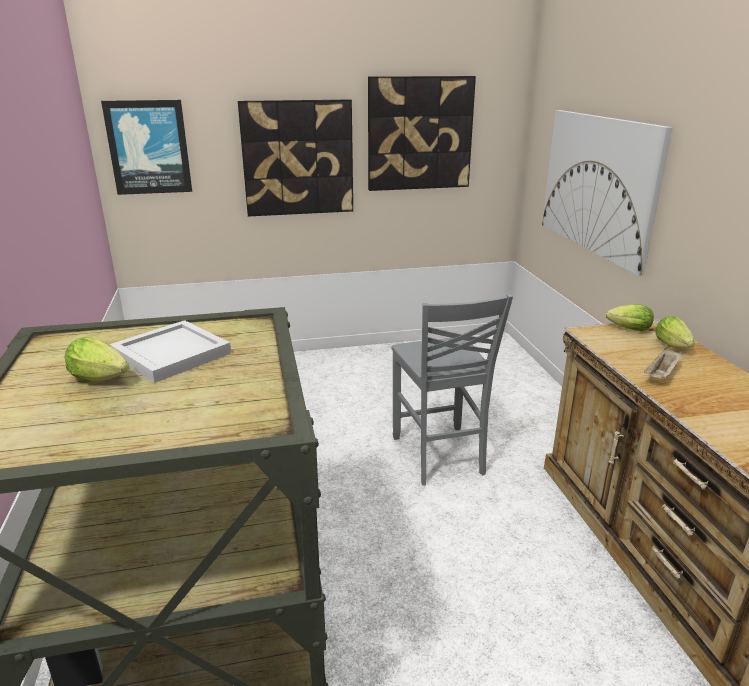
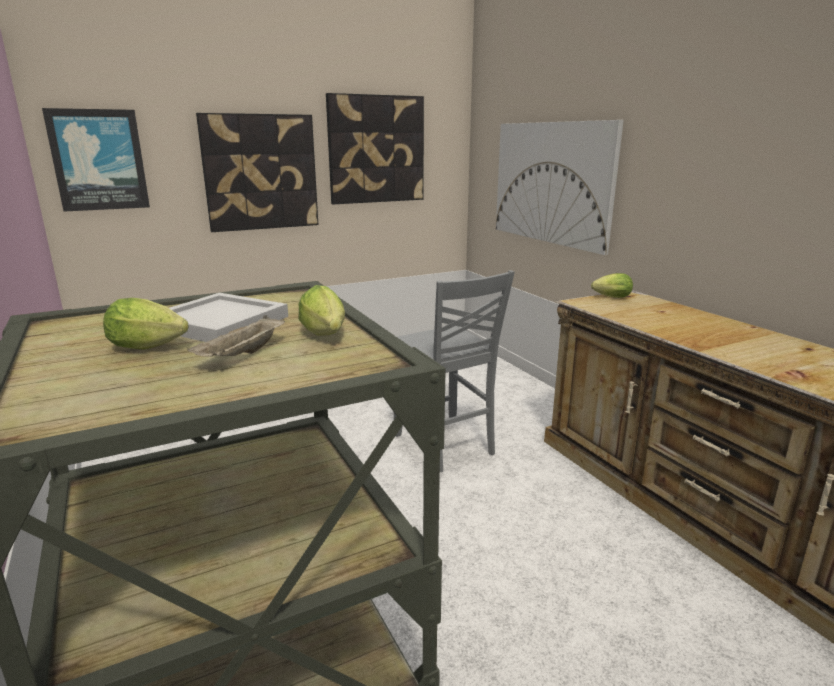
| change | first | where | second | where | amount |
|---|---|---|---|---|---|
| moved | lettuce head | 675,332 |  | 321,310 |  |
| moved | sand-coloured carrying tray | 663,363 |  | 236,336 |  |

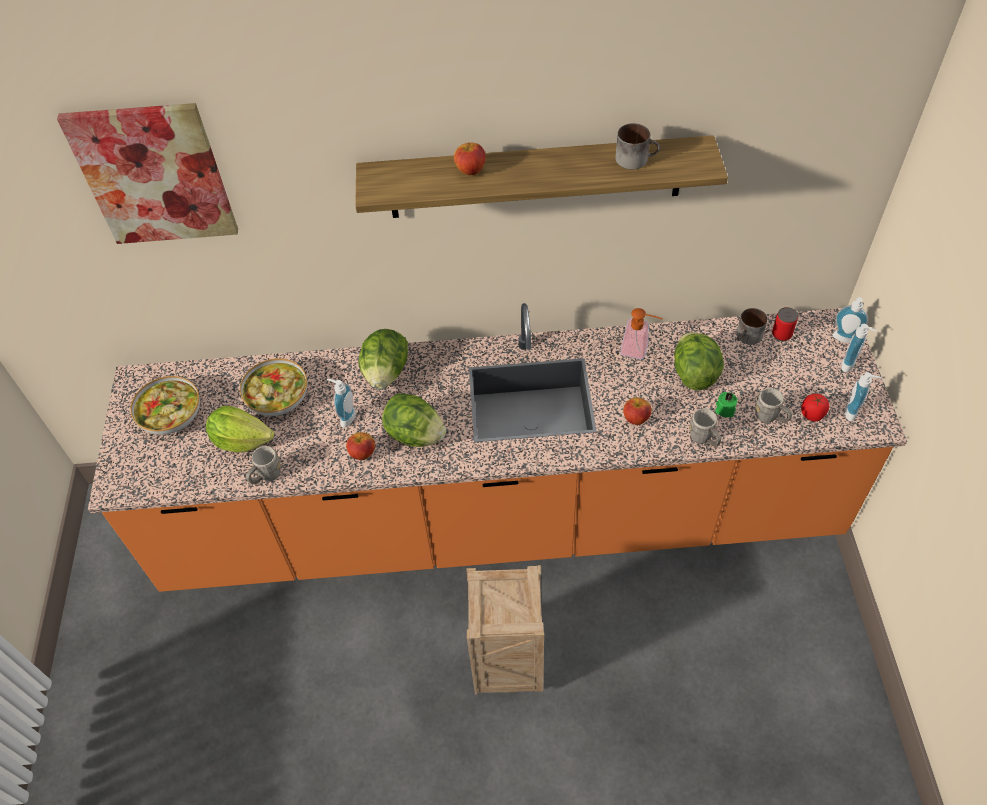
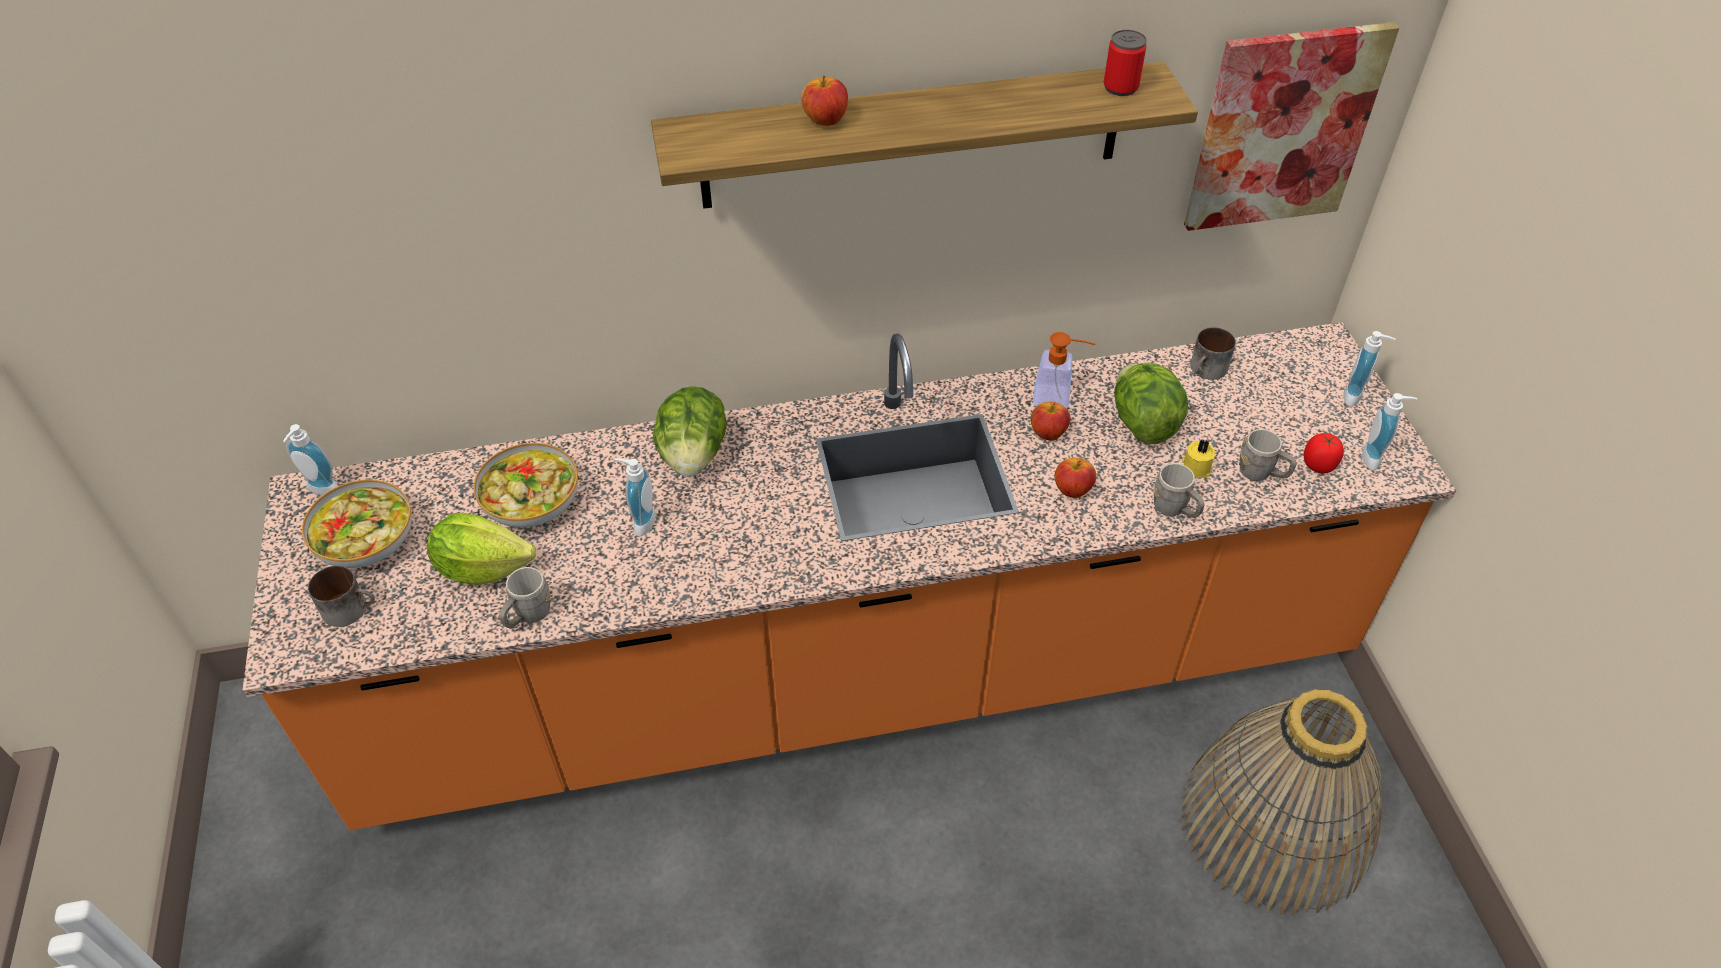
| change | first | where | second | where | amount |
|---|---|---|---|---|---|
| moved | picture | 147,173 |  | 1291,126 |  |
| moved | mug | 637,146 |  | 341,596 |  |
| moved | soap bottle | 850,320 |  | 310,459 |  |
| moved | metal can | 785,324 |  | 1125,63 |  |
| recoloured | greenish wax light | 726,404 | yellowish wax light | 1198,459 |  |
| removed | lettuce head | 414,420 |  |  |  |
| moved | apple fruit | 360,446 |  | 1050,420 |  |
| removed | packing crate | 505,630 |  |  |  |
| added |  |  | storage basket | 1281,802 |  |

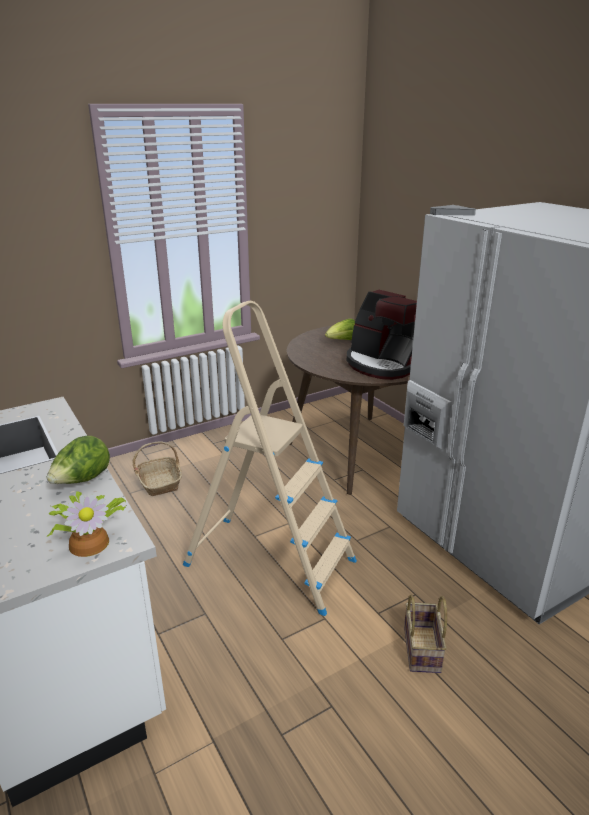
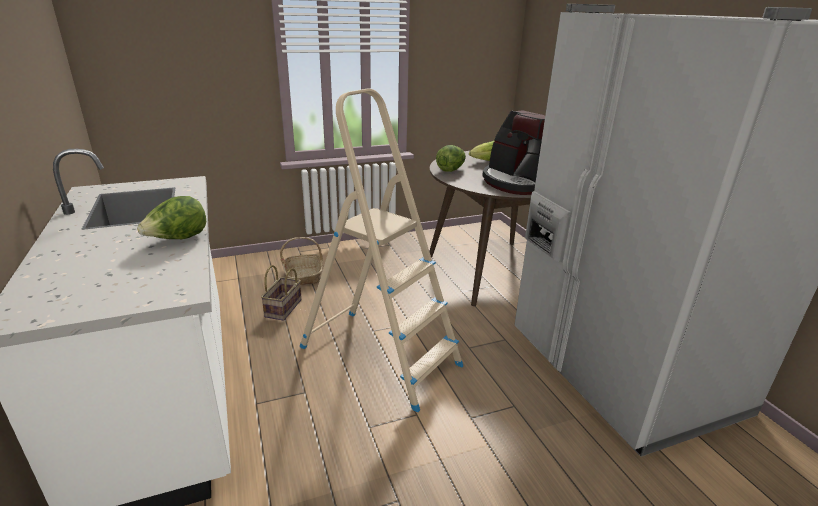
| change | first | where | second | where | amount |
|---|---|---|---|---|---|
| removed | houseplant | 86,524 |  |  |  |
| moved | storage basket | 425,634 |  | 281,293 |  |
| added |  |  | lettuce head | 451,158 |  |

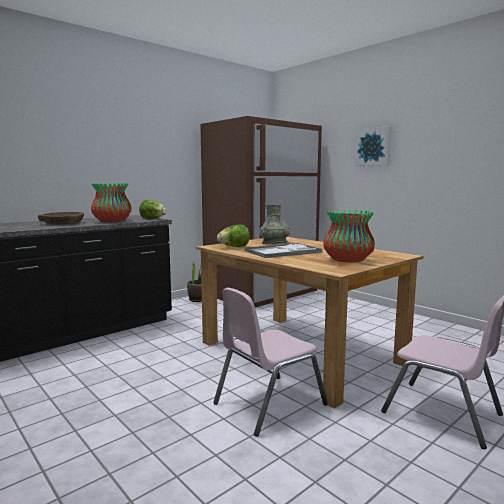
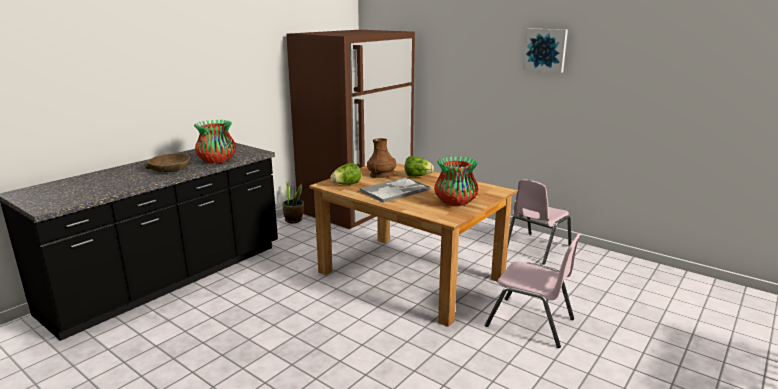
| change | first | where | second | where | amount |
|---|---|---|---|---|---|
| moved | picture | 373,146 |  | 545,50 |  |
| moved | lettuce head | 153,210 |  | 419,166 |  |
| recoloured | greyish flower vase | 274,224 | brown flower vase | 381,158 |  |
| moved | pink-coloured chair | 270,362 |  | 540,222 |  |

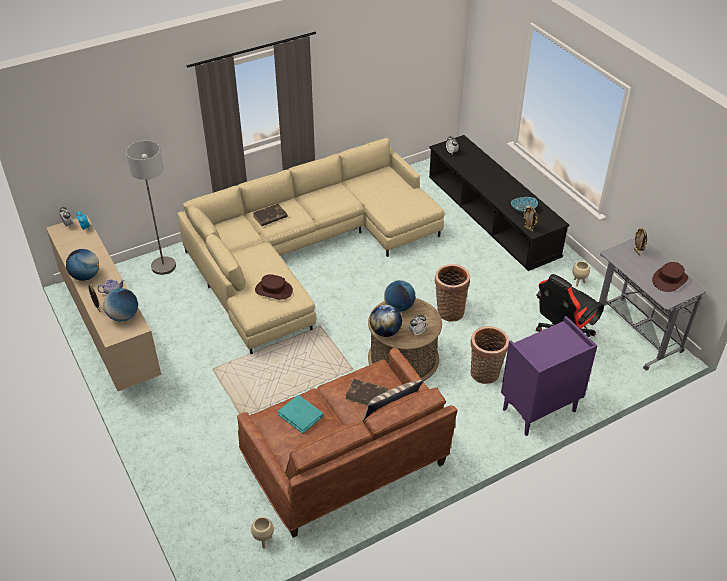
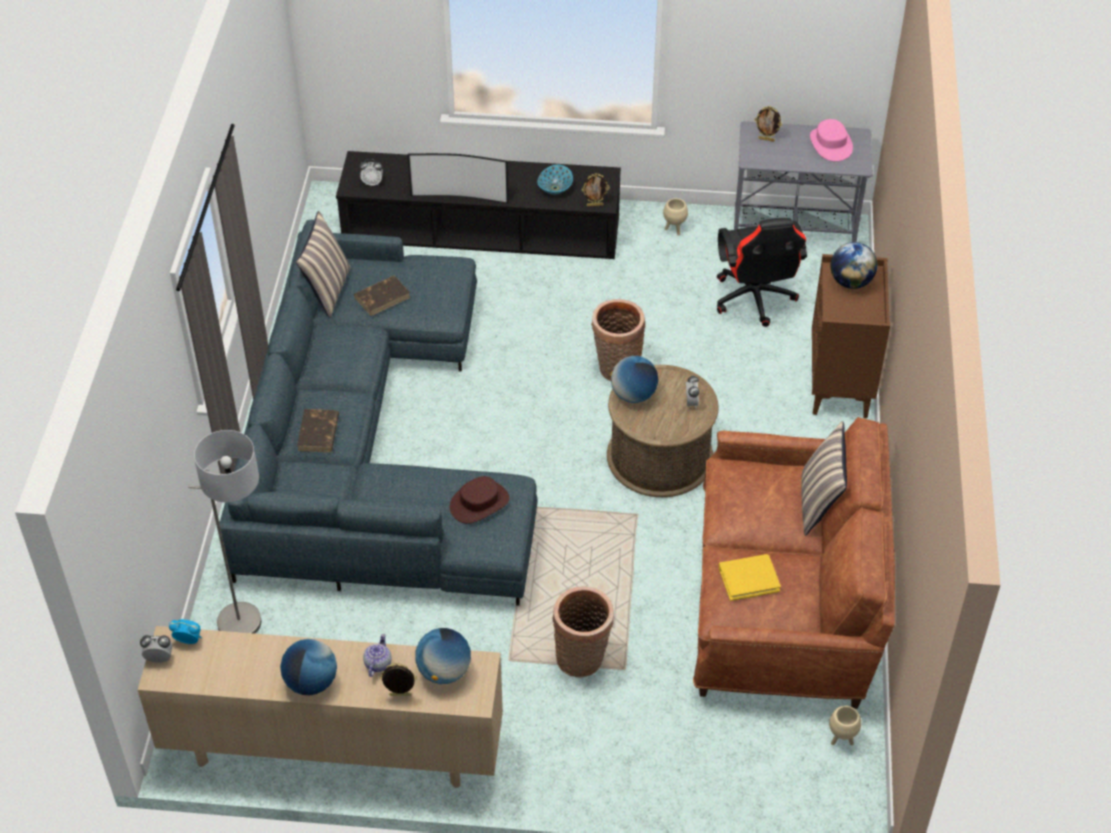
| change | first | where | second | where | amount |
|---|---|---|---|---|---|
| recoloured | sand-coloured sofa | 311,246 | blue sofa | 378,412 |  |
| recoloured | brown clothing hat | 670,277 | pink-coloured clothing hat | 831,140 |  |
| moved | desk globe | 386,321 |  | 853,265 |  |
| recoloured | purplish storage cabinet | 549,376 | brown storage cabinet | 851,336 |  |
| moved | storage basket | 489,355 |  | 583,631 |  |
| moved | brown bound book | 366,392 |  | 382,295 |  |
| recoloured | turquoise bound book | 300,414 | yellowish bound book | 750,577 |  |
| added |  |  | television | 458,178 |  |
| added |  |  | pillow | 323,264 |  |

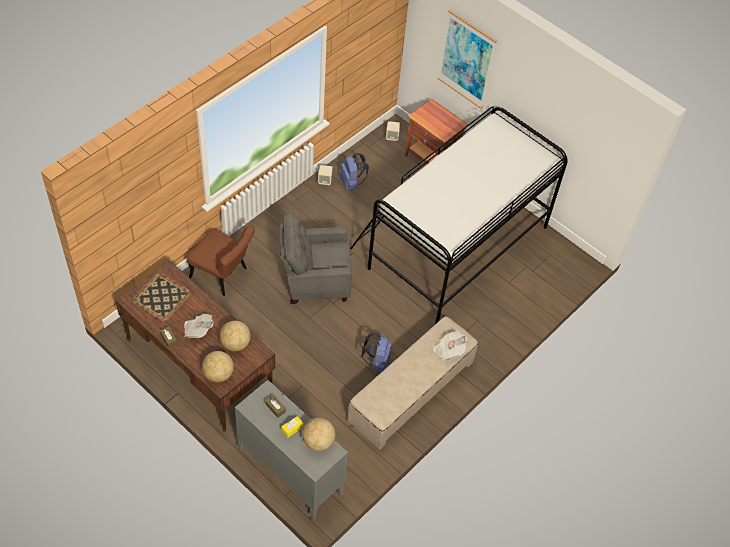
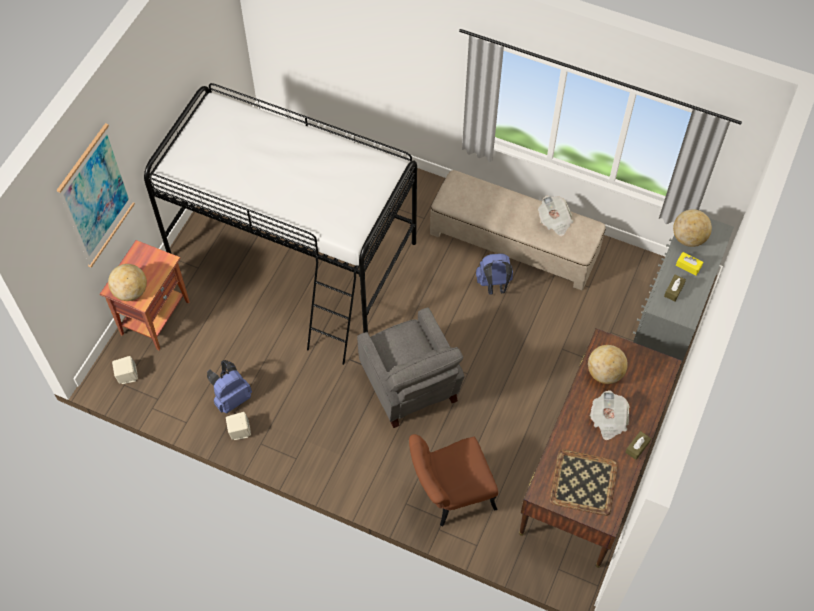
| change | first | where | second | where | amount |
|---|---|---|---|---|---|
| turned | brown chair | 221,260 |  | 453,480 | 120 degrees counterclockwise |
| moved | printed paper | 450,346 |  | 556,215 |  |
| moved | desk globe | 218,366 |  | 127,282 |  |

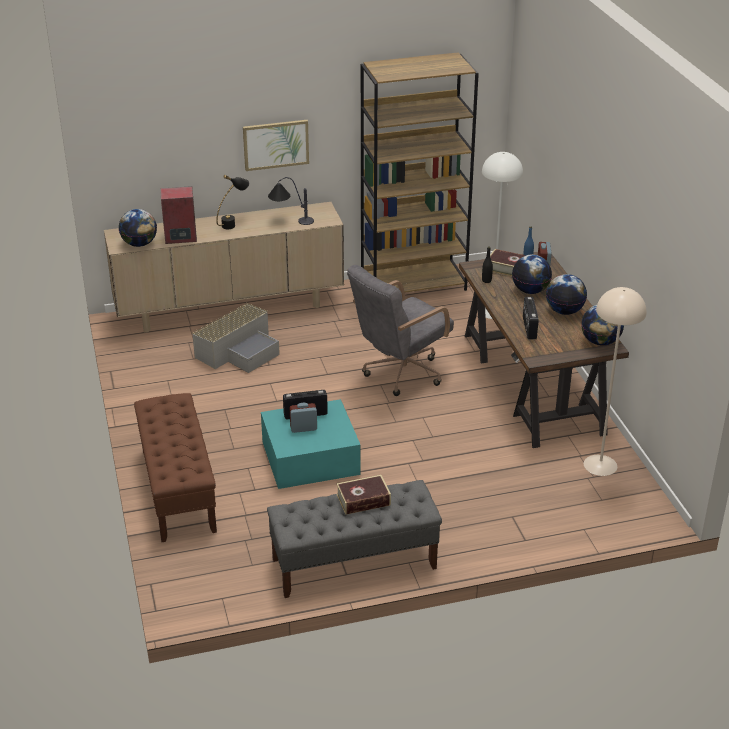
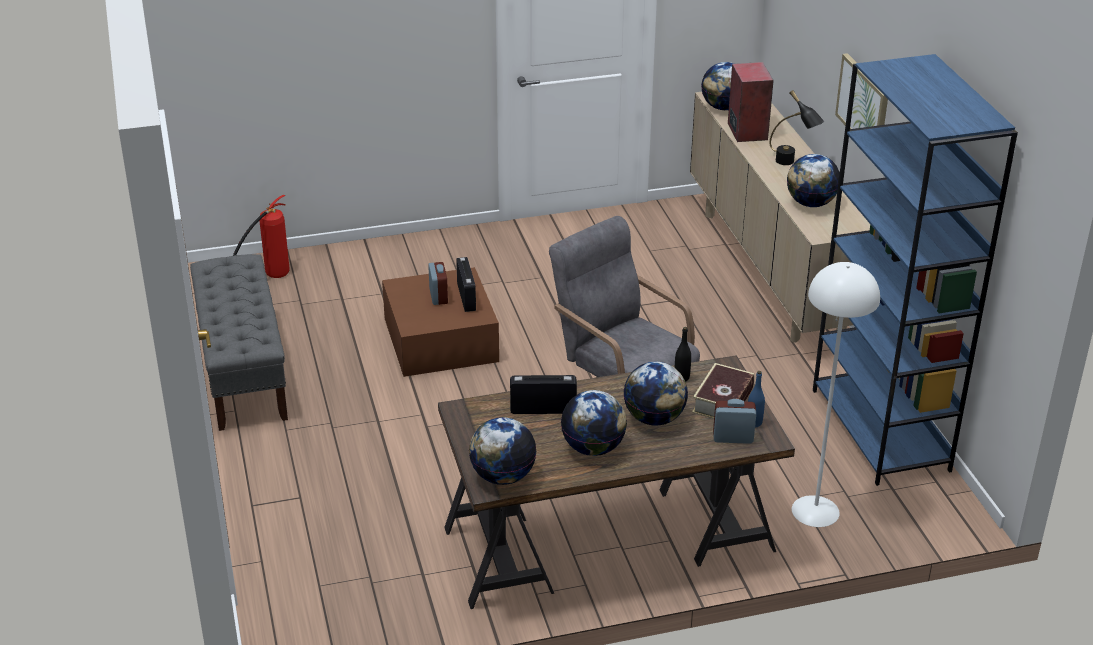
| change | first | where | second | where | amount |
|---|---|---|---|---|---|
| recoloured | brown bookshelf | 420,173 | blue bookshelf | 915,270 |  |
| replaced | lamp for a table | 291,201 | desk globe | 813,180 |  |
| removed | sand-coloured standing lamp | 615,381 |  |  |  |
| removed | greyish storage container | 236,338 |  |  |  |
| removed | brown indoor bench | 175,467 |  |  |  |
| recoloured | turquoise storage container | 311,444 | brown storage container | 440,322 |  |
| removed | bound book | 364,495 |  |  |  |
| added |  |  | extinguisher | 261,236 |  |

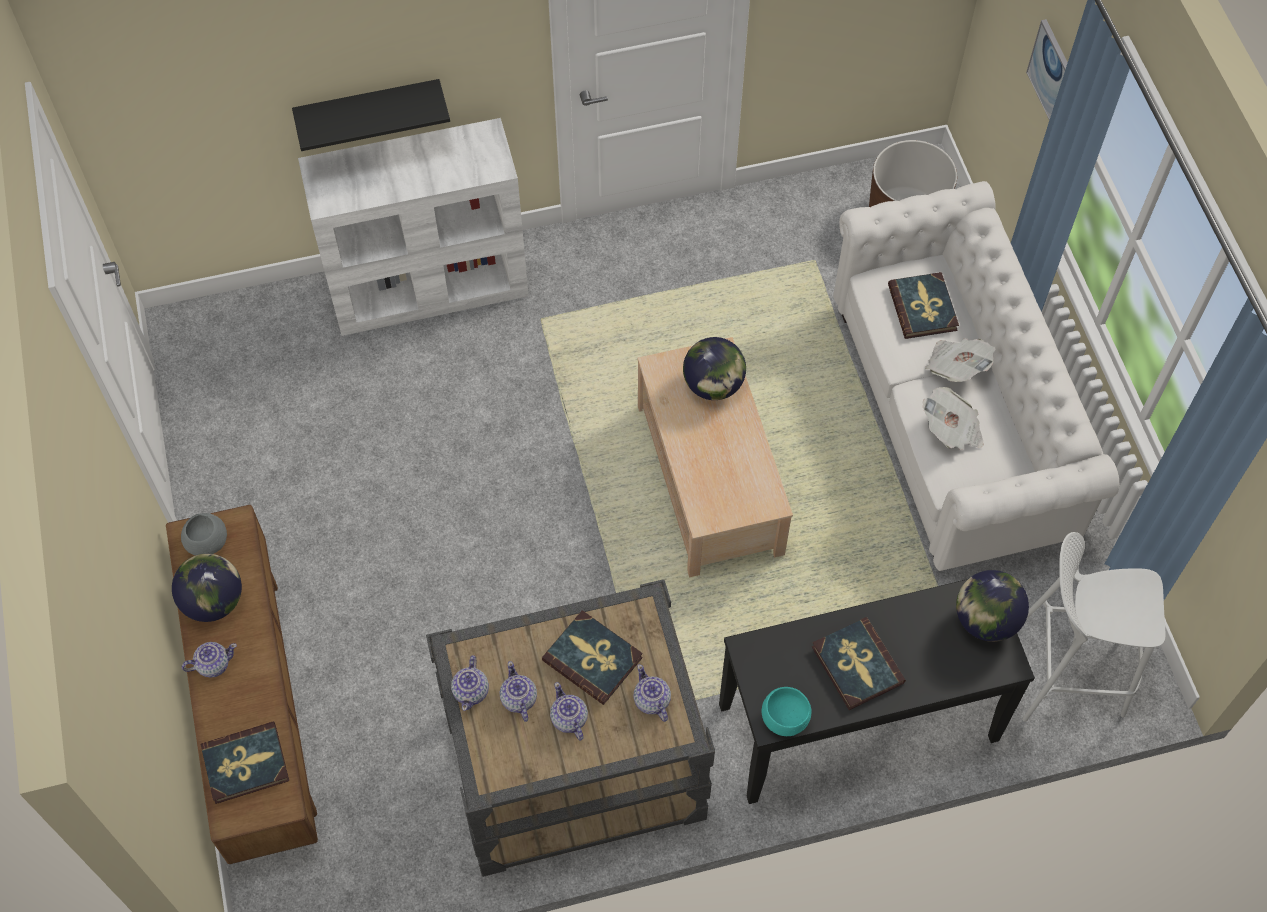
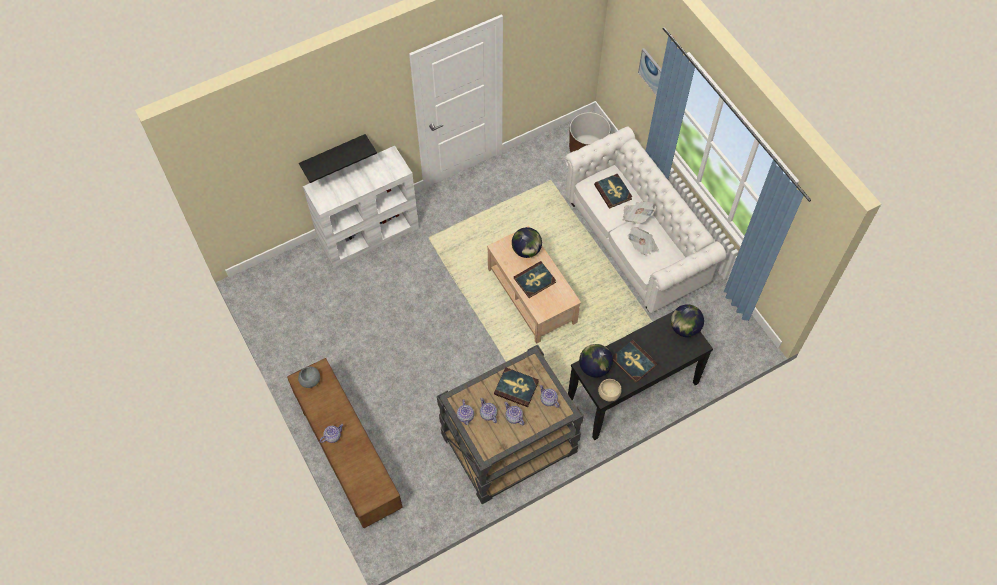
| change | first | where | second | where | amount |
|---|---|---|---|---|---|
| removed | whitish sitting stool | 1094,627 |  |  |  |
| moved | desk globe | 207,588 |  | 596,361 |  |
| recoloured | turquoise deep dish | 787,711 | sand-coloured deep dish | 610,390 |  |
| moved | bound book | 245,762 |  | 535,279 |  |

